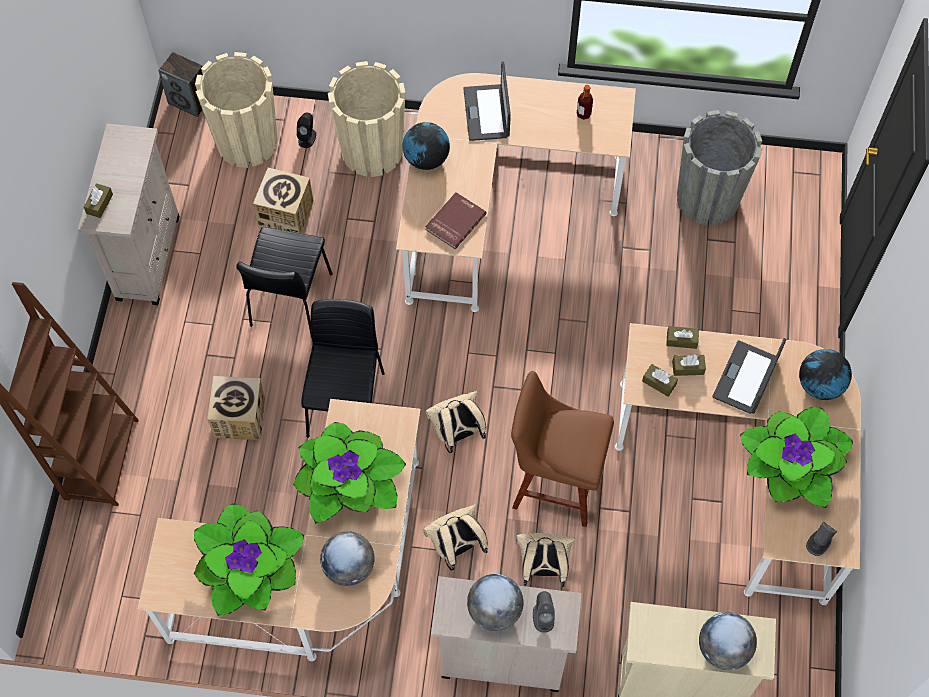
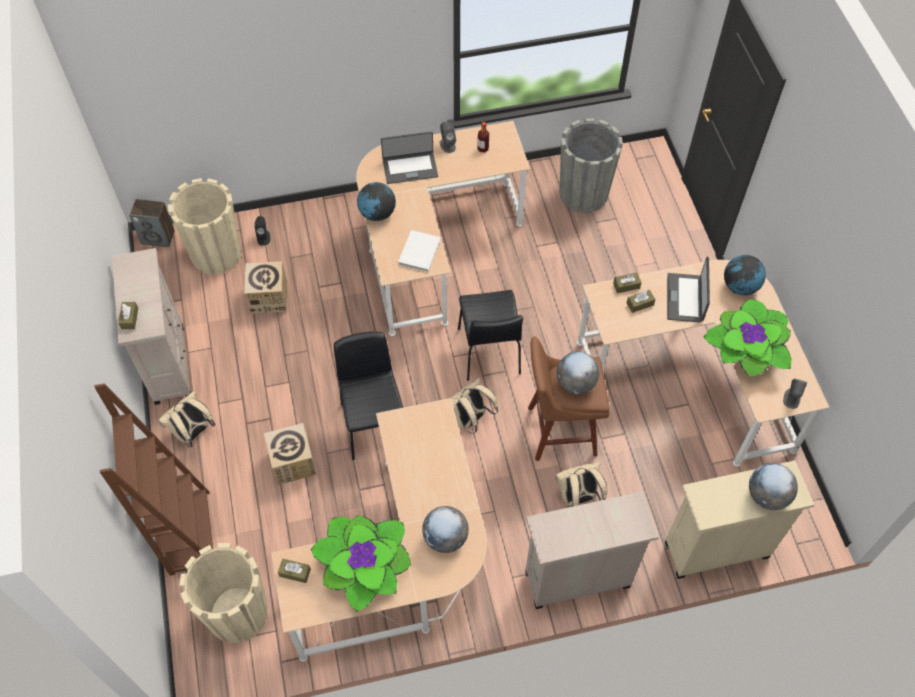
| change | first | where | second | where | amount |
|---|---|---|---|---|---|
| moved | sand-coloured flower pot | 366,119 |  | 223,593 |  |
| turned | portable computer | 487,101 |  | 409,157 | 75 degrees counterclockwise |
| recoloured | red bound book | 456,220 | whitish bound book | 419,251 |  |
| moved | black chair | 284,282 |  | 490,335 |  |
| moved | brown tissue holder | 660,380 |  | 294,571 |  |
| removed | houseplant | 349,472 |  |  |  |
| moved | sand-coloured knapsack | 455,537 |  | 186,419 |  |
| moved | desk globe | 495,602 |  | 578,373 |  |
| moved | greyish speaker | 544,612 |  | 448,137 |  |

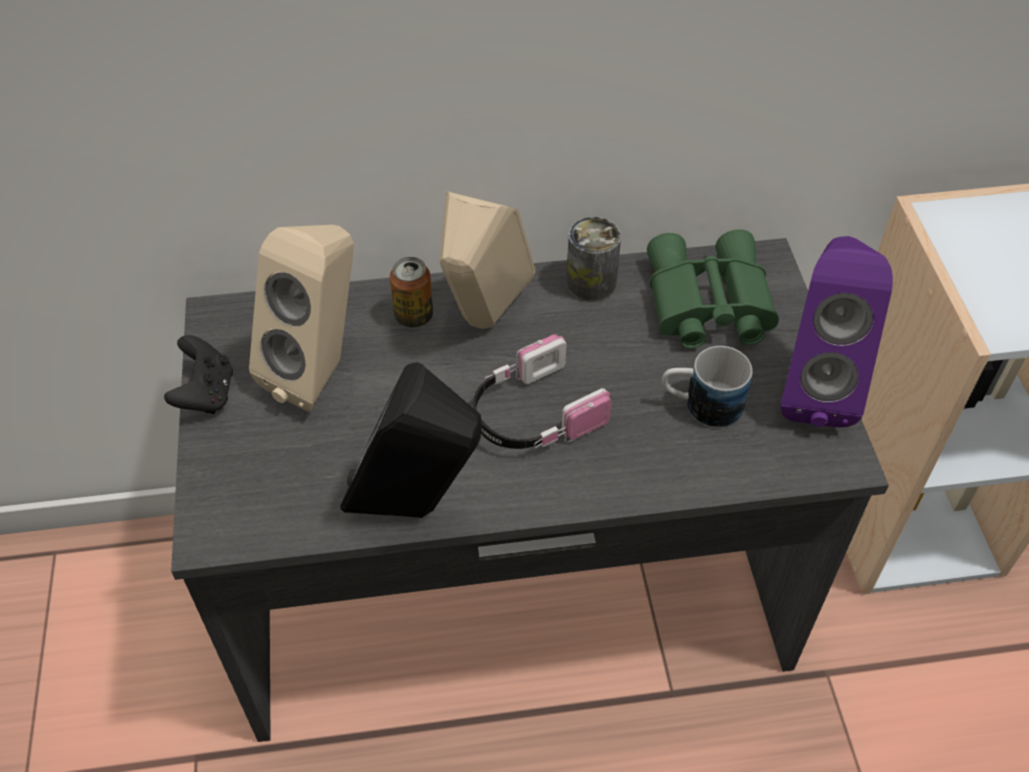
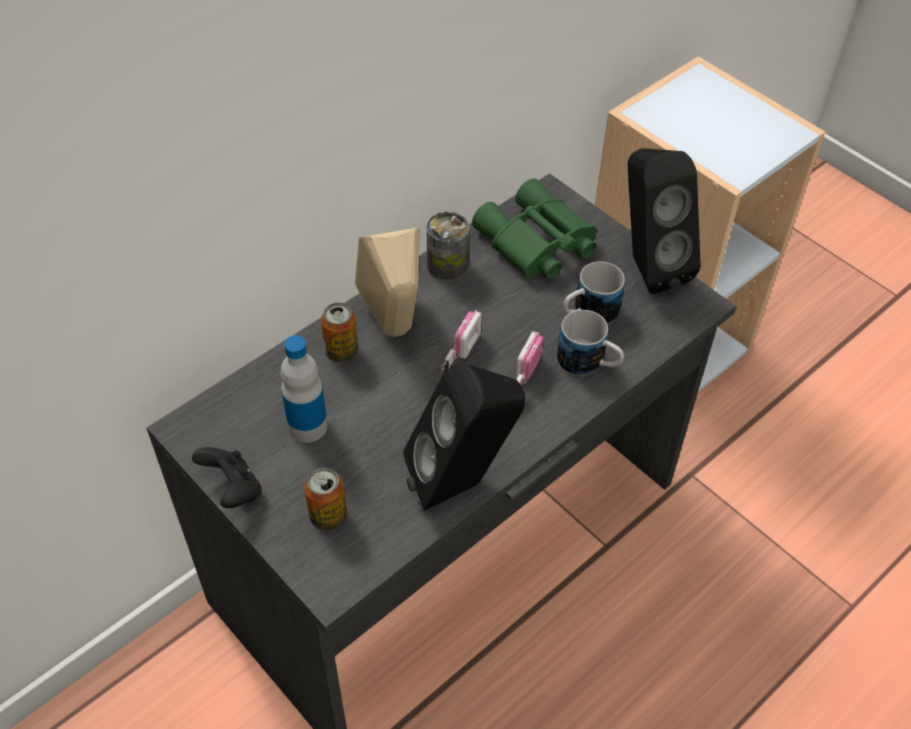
| change | first | where | second | where | amount |
|---|---|---|---|---|---|
| replaced | sand-coloured speaker | 301,318 | drink bottle | 304,389 |  |
| recoloured | purplish speaker | 837,332 | black speaker | 664,221 |  |
| added |  |  | mug | 590,343 |  |
| added |  |  | metal can | 325,499 |  |

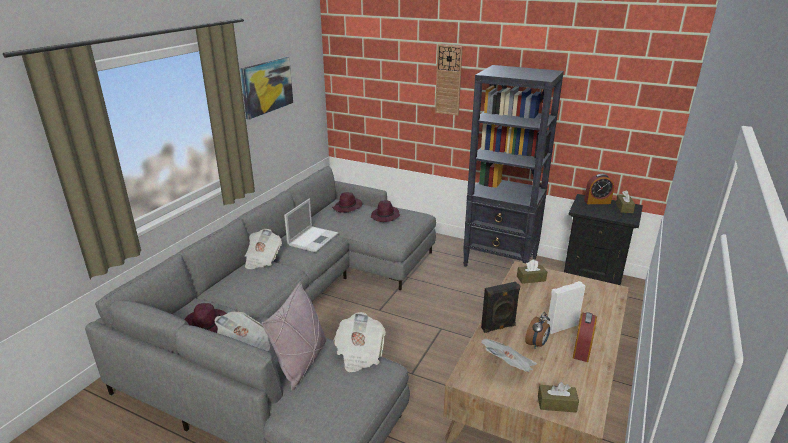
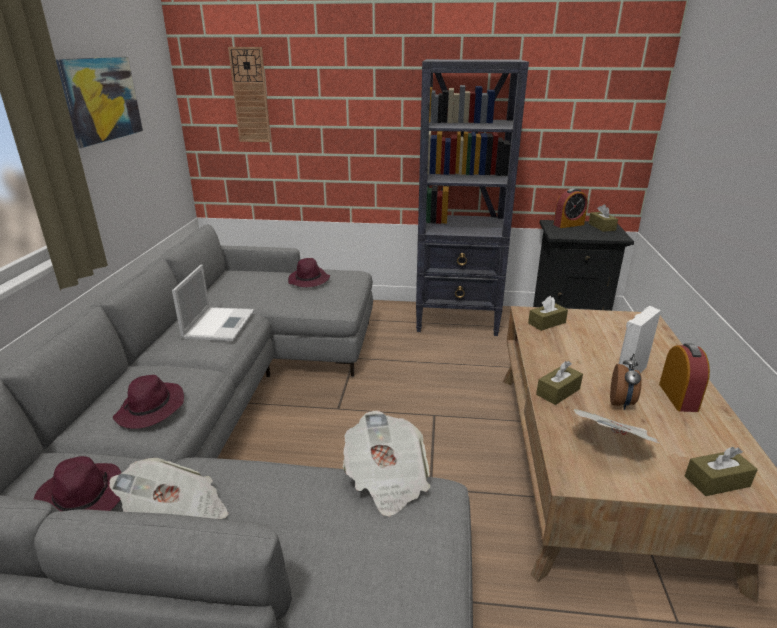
| change | first | where | second | where | amount |
|---|---|---|---|---|---|
| moved | hanging clock | 449,79 |  | 249,94 |  |
| moved | purplish clothing hat | 347,202 |  | 148,402 |  |
| removed | printed paper | 263,249 |  |  |  |
| removed | purplish pillow | 294,336 |  |  |  |
| replaced | black speaker | 500,307 | brown tissue holder | 559,383 |  |

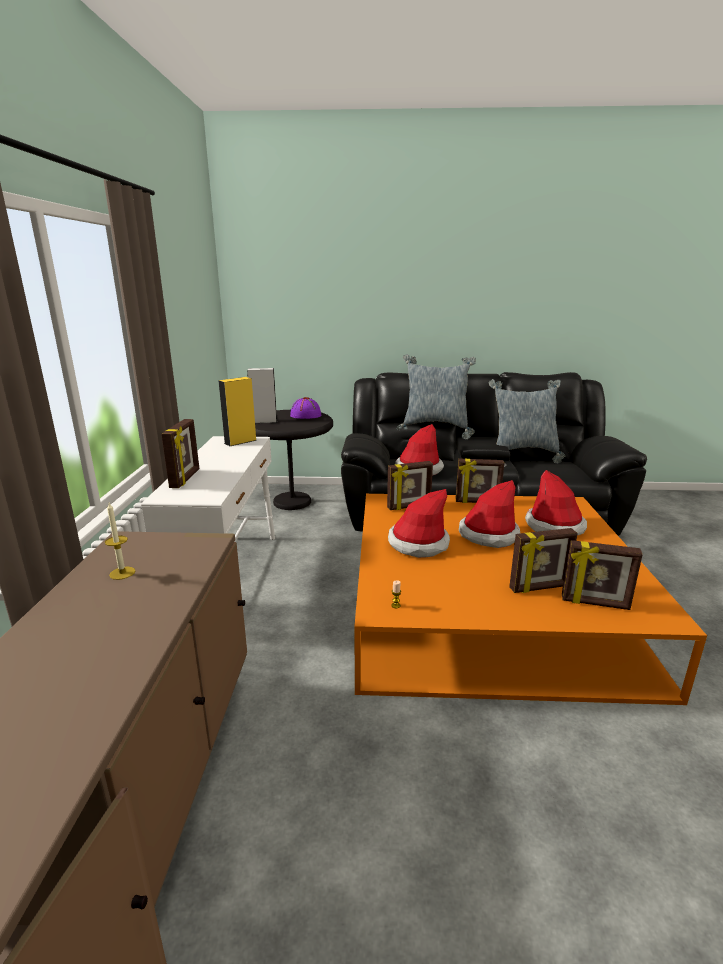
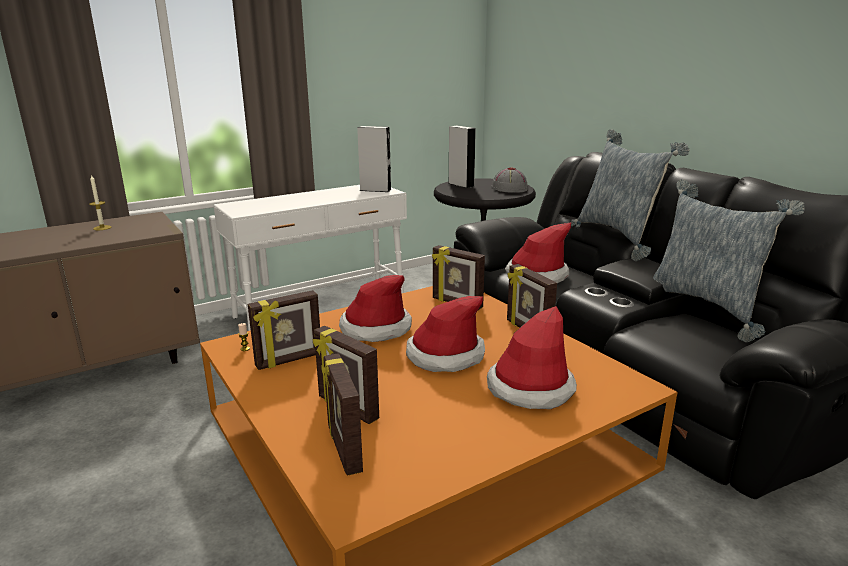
| change | first | where | second | where | amount |
|---|---|---|---|---|---|
| recoloured | yellowish speaker | 237,411 | greyish speaker | 374,159 |  |
| recoloured | purplish clothing hat | 305,408 | greyish clothing hat | 509,180 |  |
| moved | standing frame | 180,453 |  | 284,330 |  |

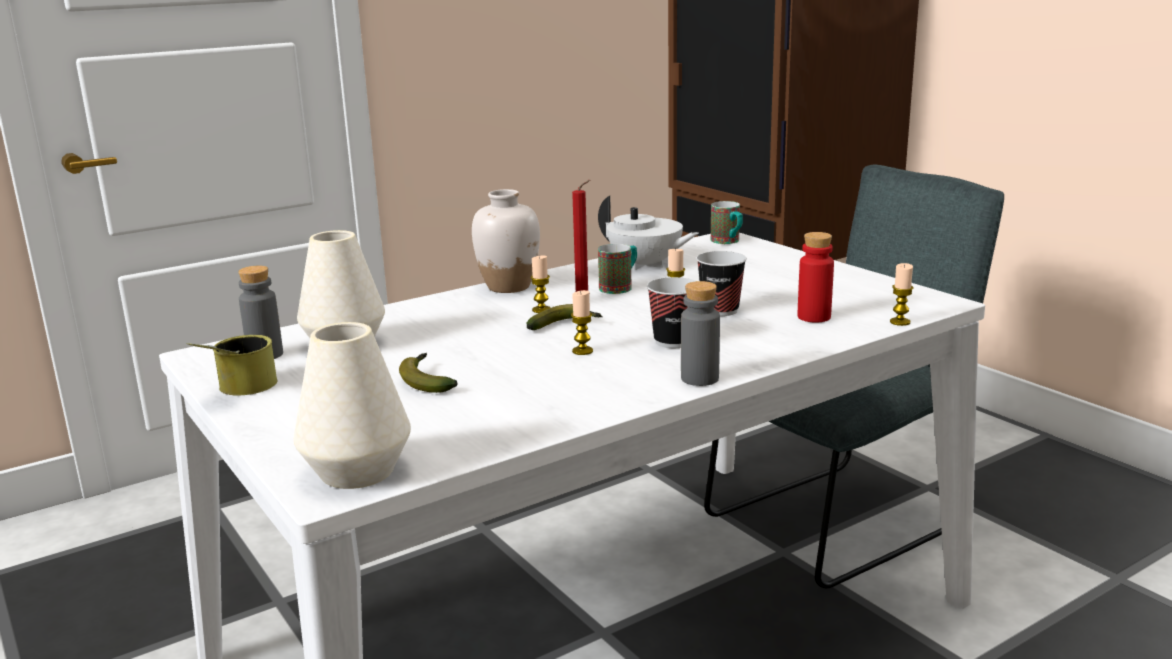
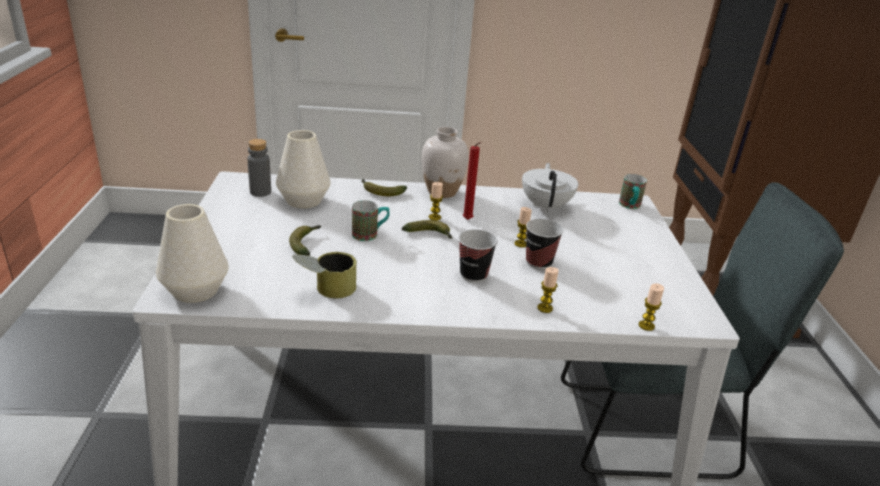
| change | first | where | second | where | amount |
|---|---|---|---|---|---|
| turned | whitish pot for tea | 648,233 |  | 550,187 | 150 degrees counterclockwise |
| removed | red drink bottle | 816,277 |  |  |  |
| moved | mug | 617,269 |  | 371,220 |  |
| removed | greyish drink bottle | 700,333 |  |  |  |
| moved | wax light | 582,322 |  | 548,290 |  |
| moved | metal can | 231,365 |  | 324,275 |  |
| added |  |  | banana | 384,187 |  |

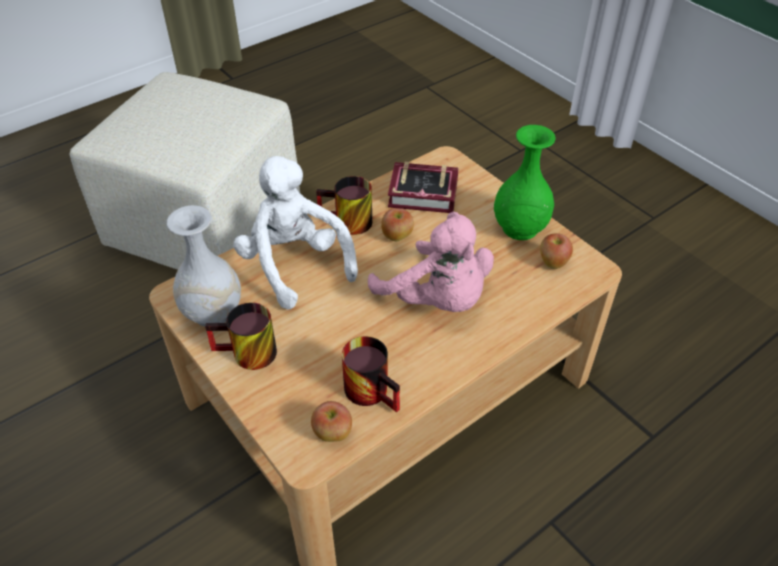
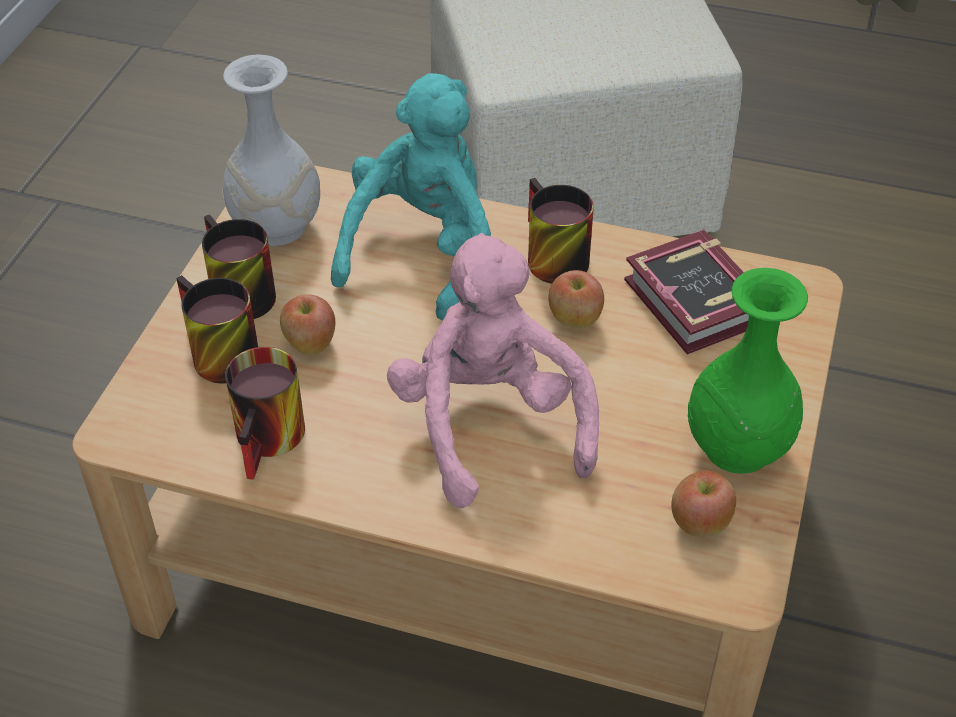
| change | first | where | second | where | amount |
|---|---|---|---|---|---|
| recoloured | whitish soft toy | 295,233 | turquoise soft toy | 411,197 |  |
| turned | pink-coloured soft toy | 431,262 |  | 493,370 | 150 degrees clockwise |
| moved | apple fruit | 331,421 |  | 307,324 |  |
| added |  |  | mug | 217,329 |  |

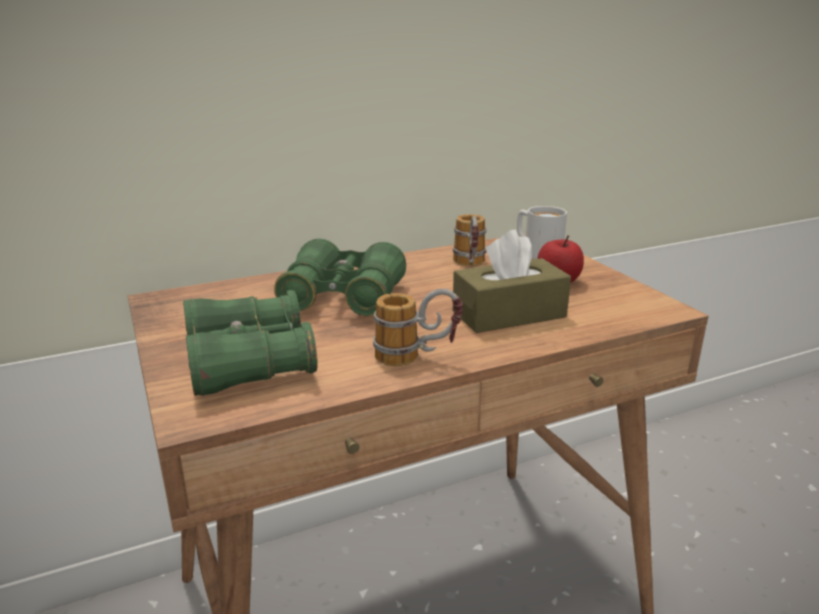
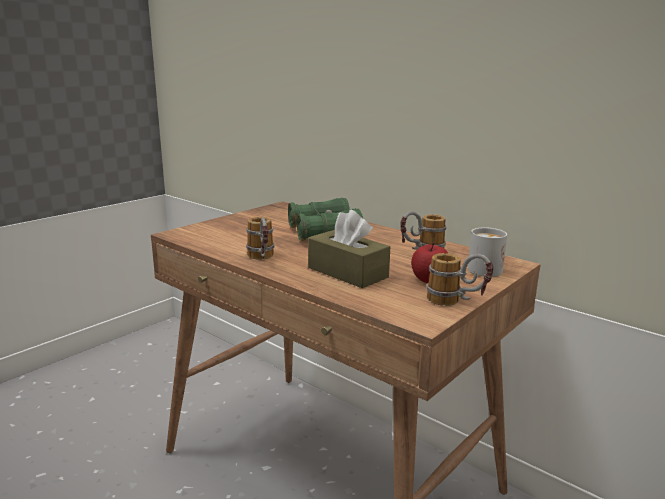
| change | first | where | second | where | amount |
|---|---|---|---|---|---|
| removed | greenish binoculars | 250,343 |  |  |  |
| added |  |  | mug | 460,279 |  |

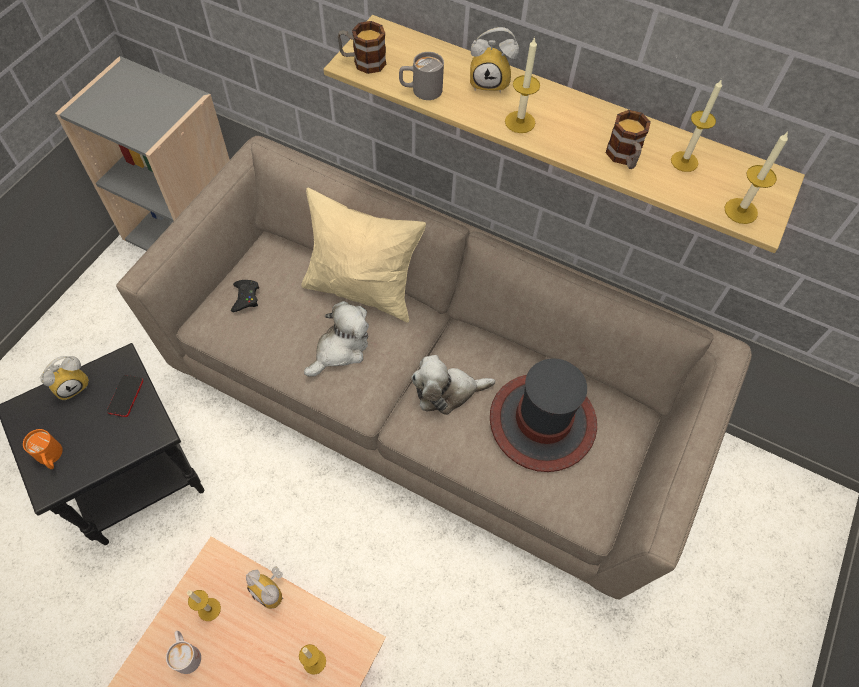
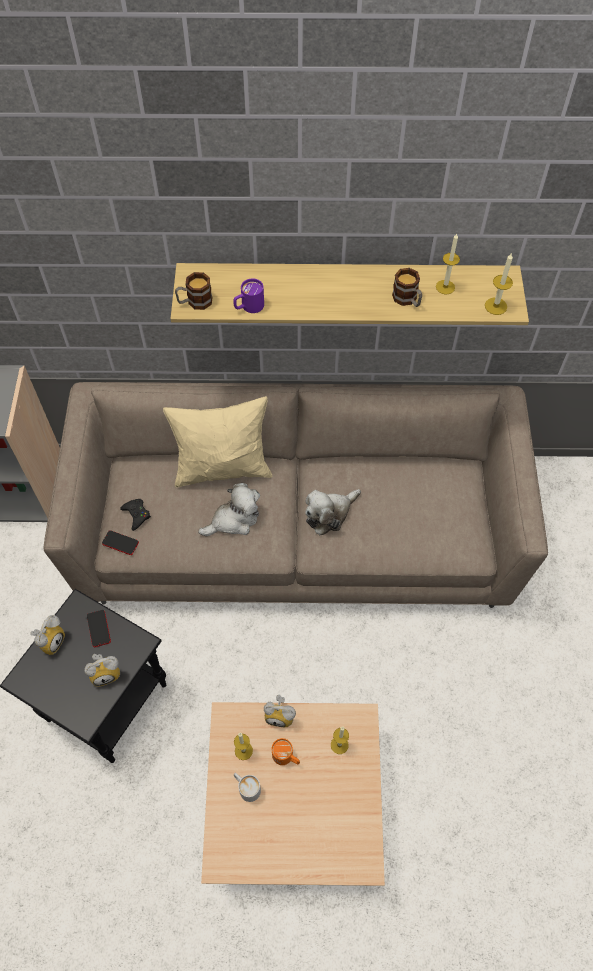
| change | first | where | second | where | amount |
|---|---|---|---|---|---|
| moved | alarm clock | 494,60 |  | 102,670 |  |
| removed | wax light | 522,85 |  |  |  |
| recoloured | greyish mug | 421,76 | purplish mug | 249,295 |  |
| turned | soft toy | 336,338 |  | 229,509 | 45 degrees clockwise |
| removed | clothing hat | 543,415 |  |  |  |
| moved | orangey mug | 43,449 |  | 286,751 |  |
| added |  |  | phone | 120,542 |  |

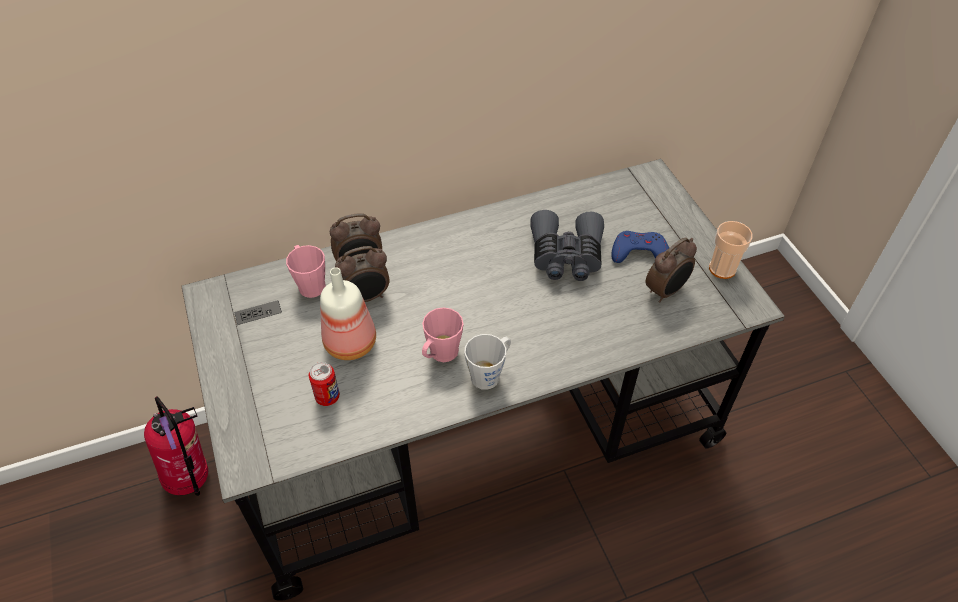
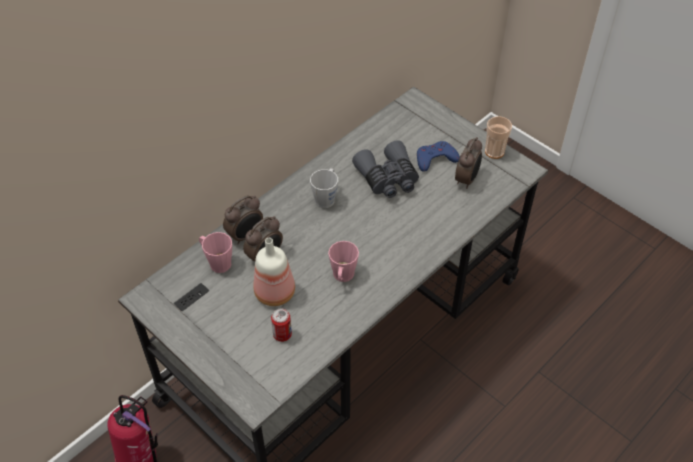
| change | first | where | second | where | amount |
|---|---|---|---|---|---|
| moved | greyish mug | 487,362 |  | 324,188 |  |

